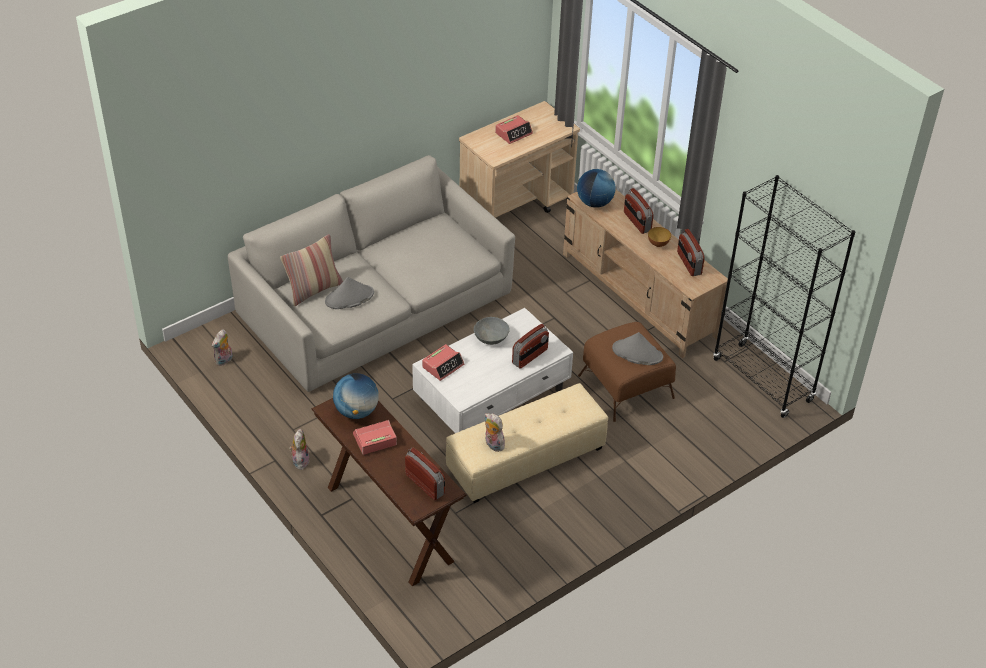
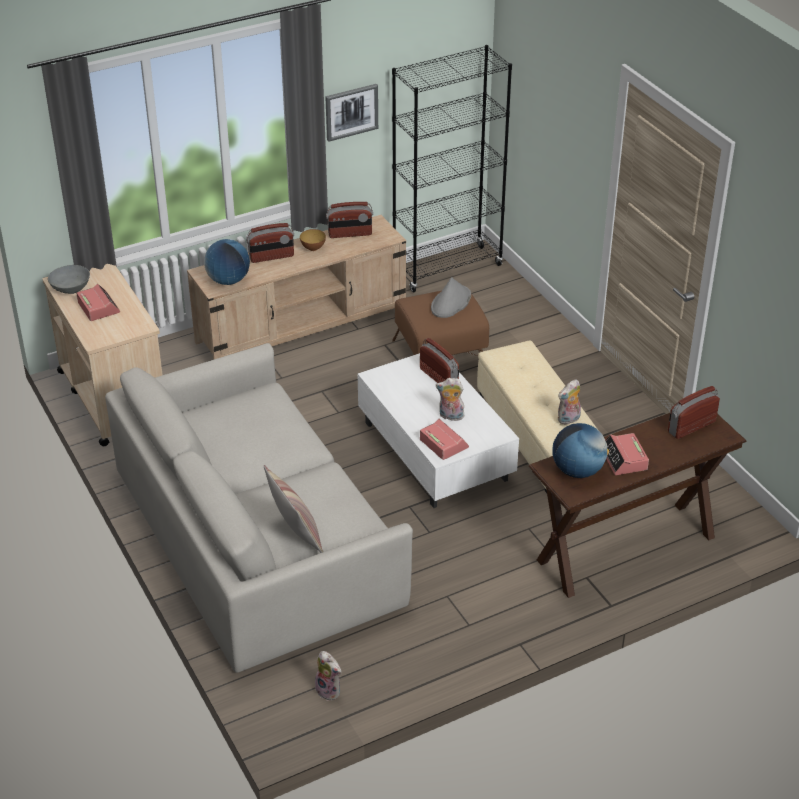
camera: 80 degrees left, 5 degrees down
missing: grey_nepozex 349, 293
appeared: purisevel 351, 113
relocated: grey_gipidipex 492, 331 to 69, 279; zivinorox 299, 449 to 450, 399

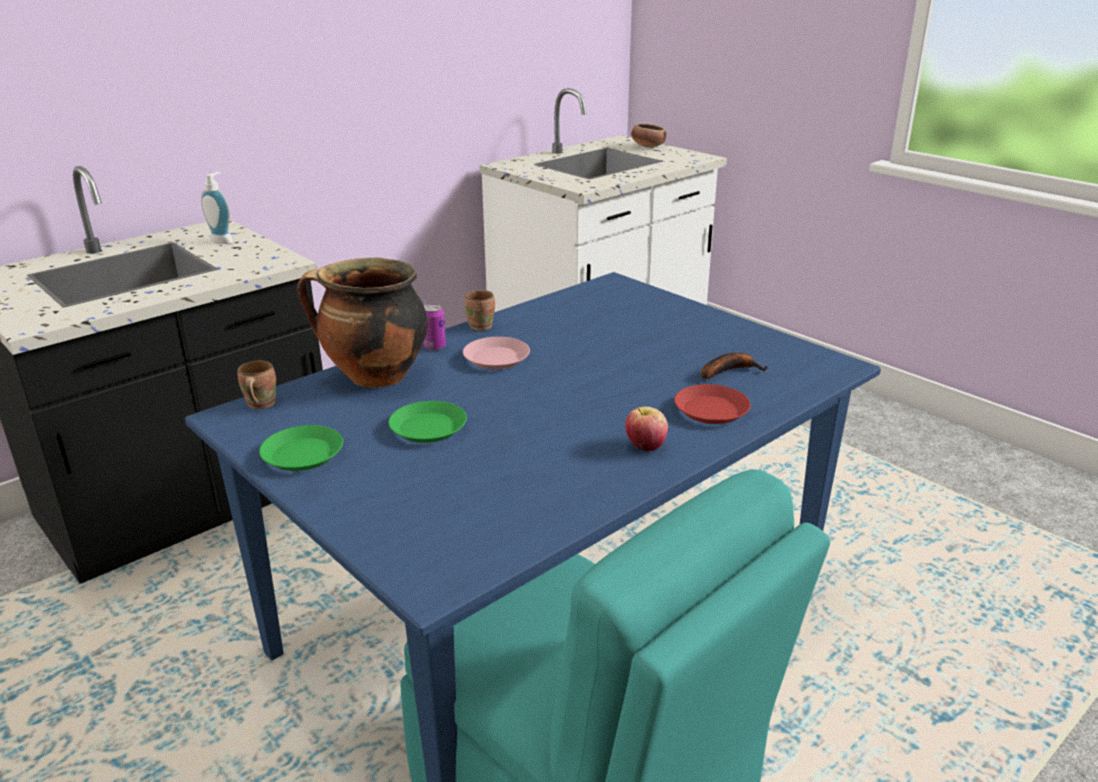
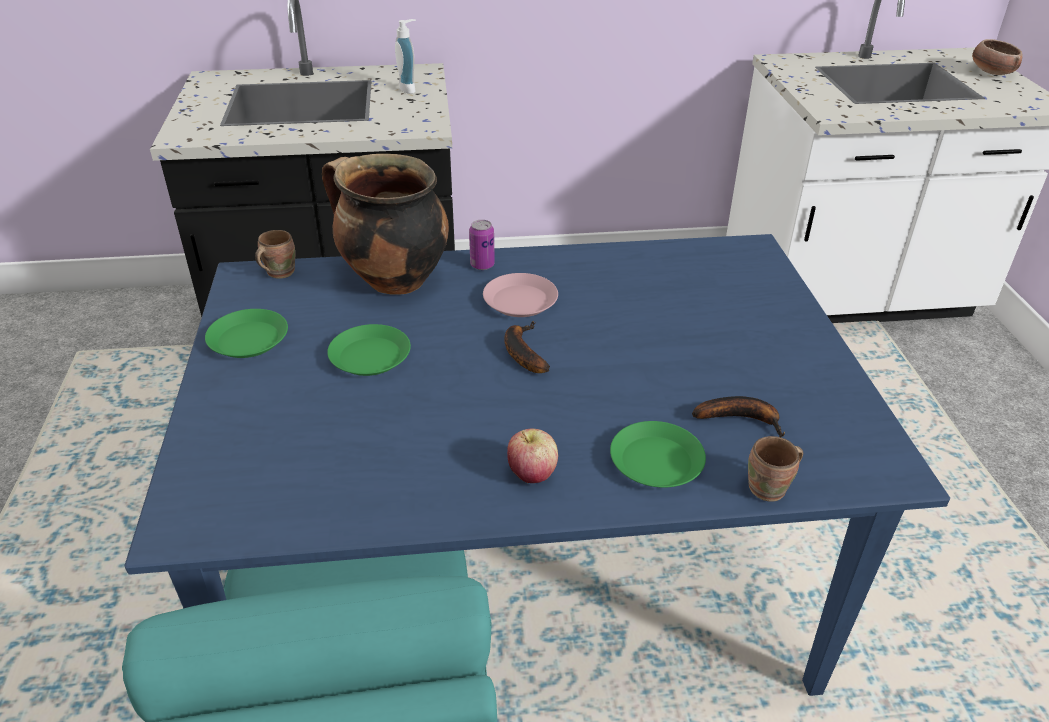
camera: 35 degrees right, 10 degrees up
appeared: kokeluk 527, 347
relocated: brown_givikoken 480, 310 to 775, 469
colour: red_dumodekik 712, 404 to green_dumodekik 658, 454

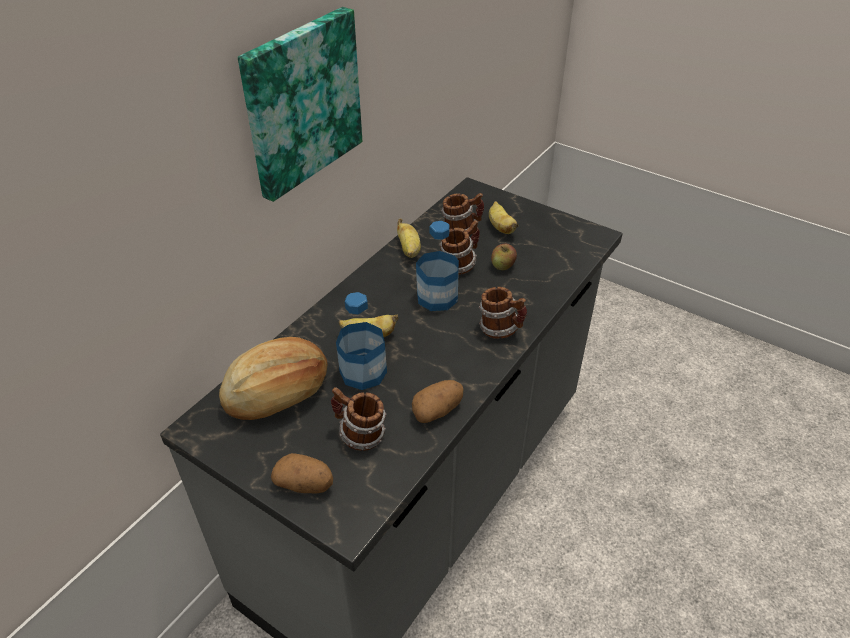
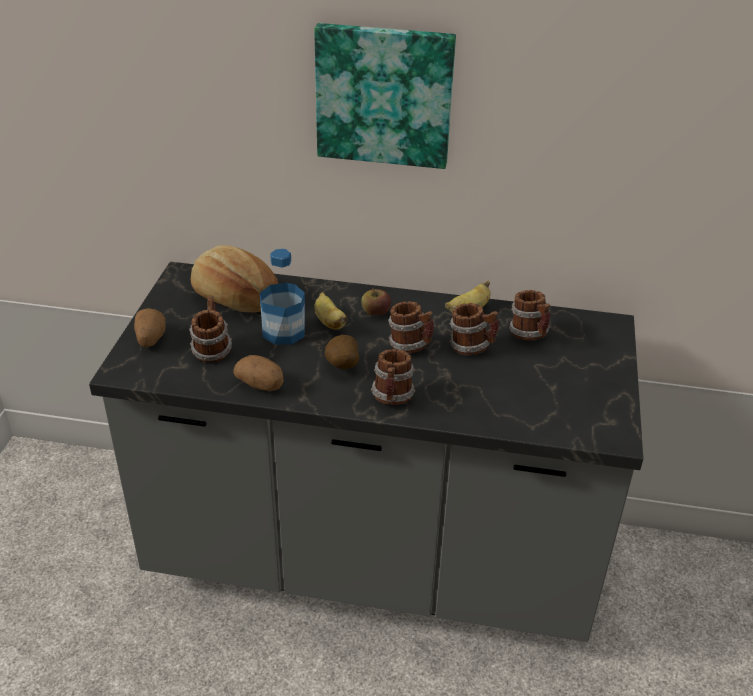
camera: 65 degrees right, 5 degrees down
missing: kokeluk 504, 217
appeared: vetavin 342, 352
relocated: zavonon 504, 256 to 376, 302
exchanged: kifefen 437, 266 to givikoken 411, 327

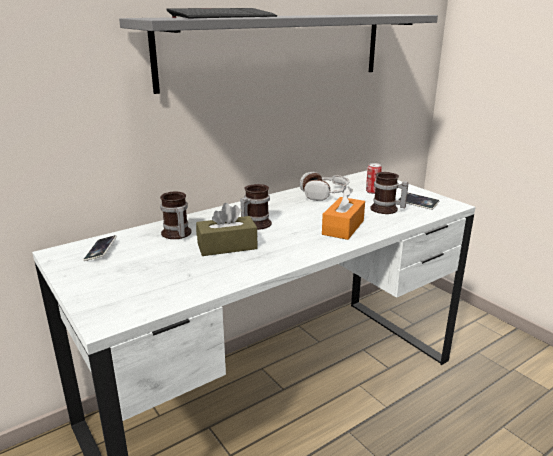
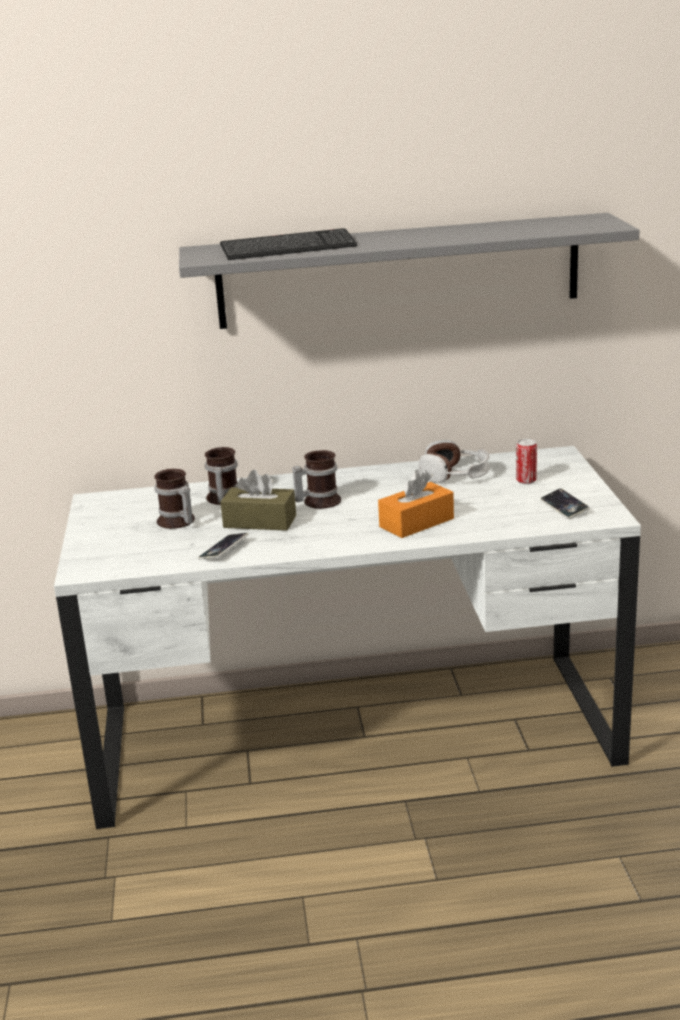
camera: 30 degrees right, 0 degrees up
relocated: givikoken 389, 193 to 174, 499; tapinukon 100, 248 to 223, 546

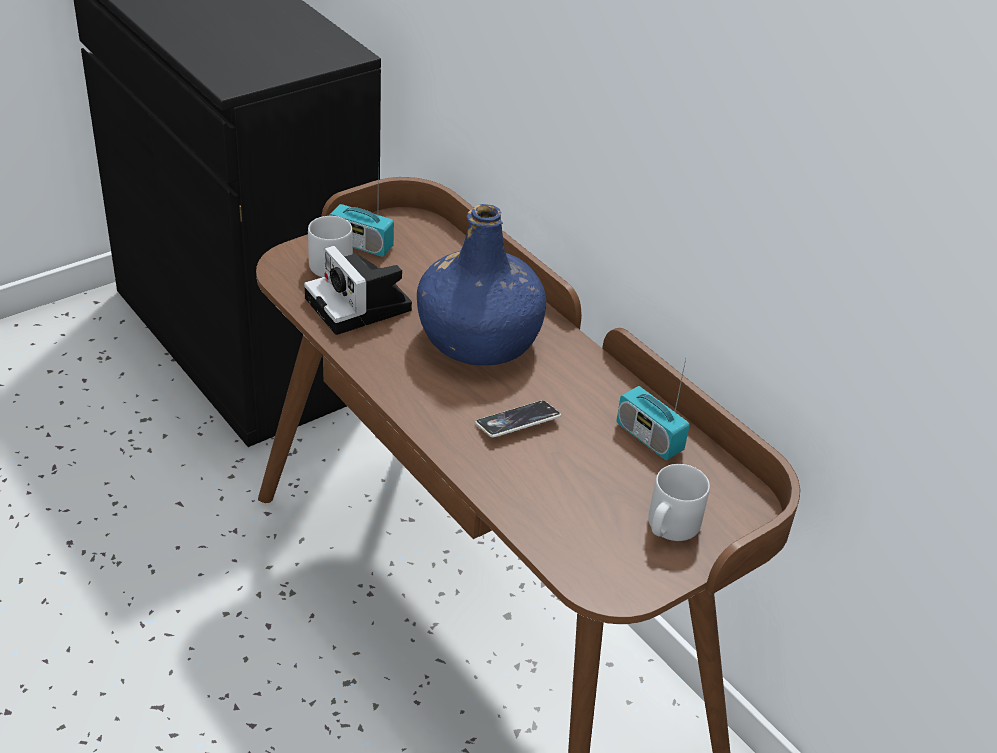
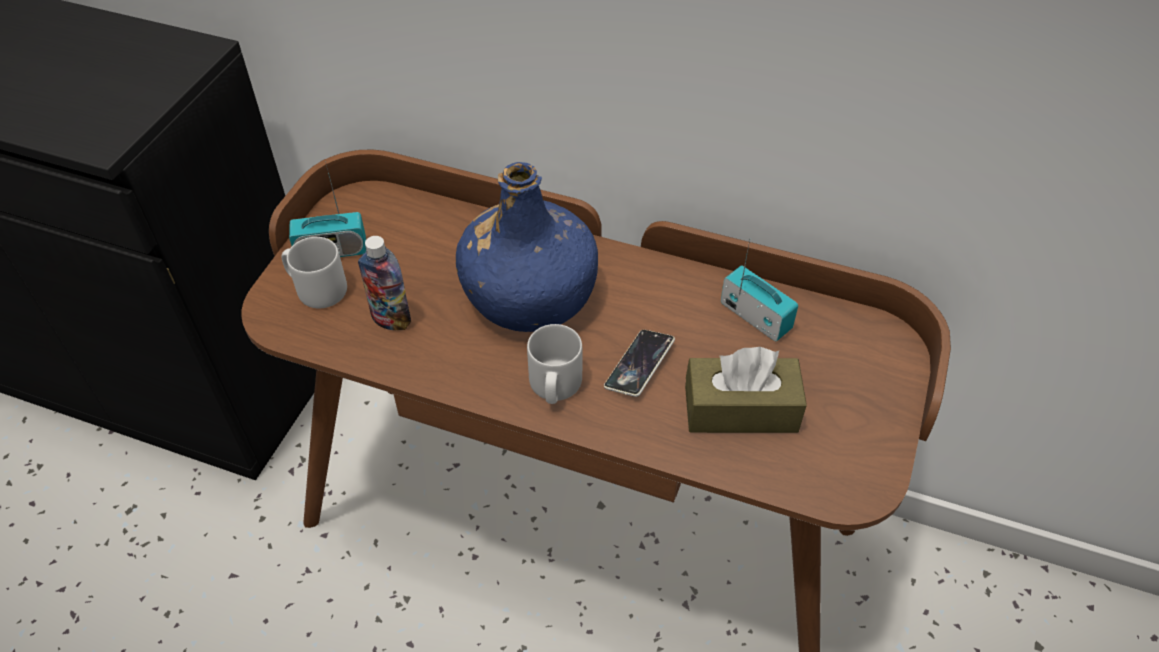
camera: 30 degrees left, 10 degrees up
appeared: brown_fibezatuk 746, 390
relocated: grey_givikoken 679, 502 to 554, 364
exchanged: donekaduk 358, 290 to kifefen 384, 283
spun: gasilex 653, 409 = 759, 290 150 degrees counterclockwise

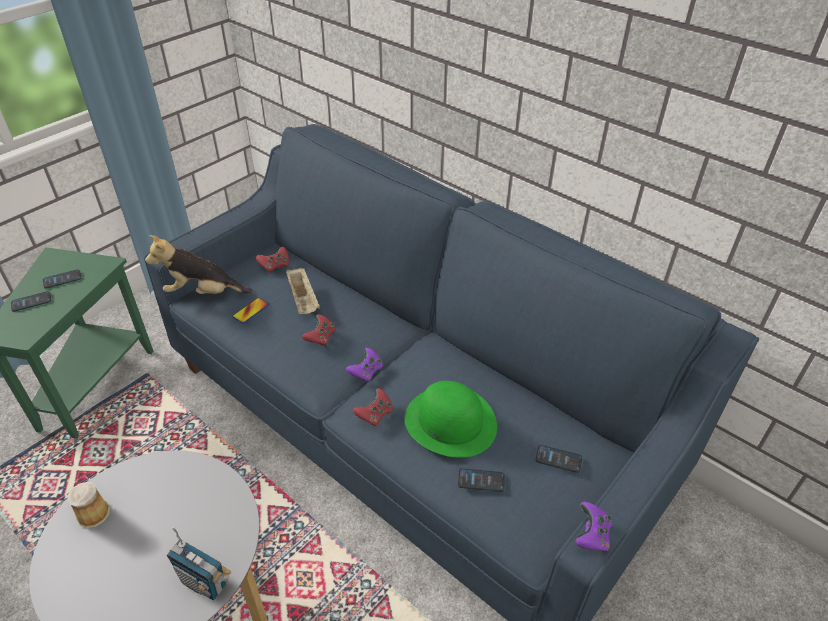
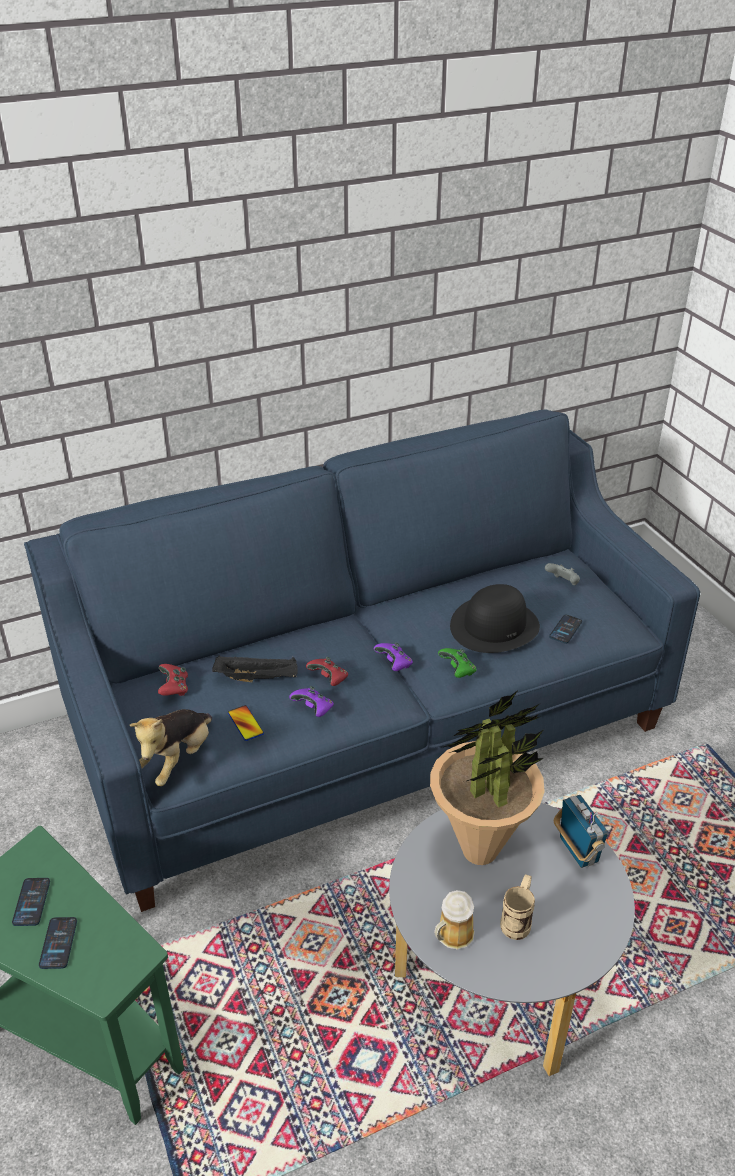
camera: 65 degrees left, 5 degrees down
appeared: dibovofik 487, 777; beige_givikoken 517, 907
relocated: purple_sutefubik 593, 526 to 311, 701
exchanged: tapinukon 558, 459 to grey_sutefubik 562, 574
colour: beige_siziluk 303, 290 to black_siziluk 255, 668; red_sutefubik 373, 407 to green_sutefubik 457, 663; green_nepozex 451, 419 to black_nepozex 495, 618
spun: gasilex 199, 563 = 581, 831 75 degrees counterclockwise

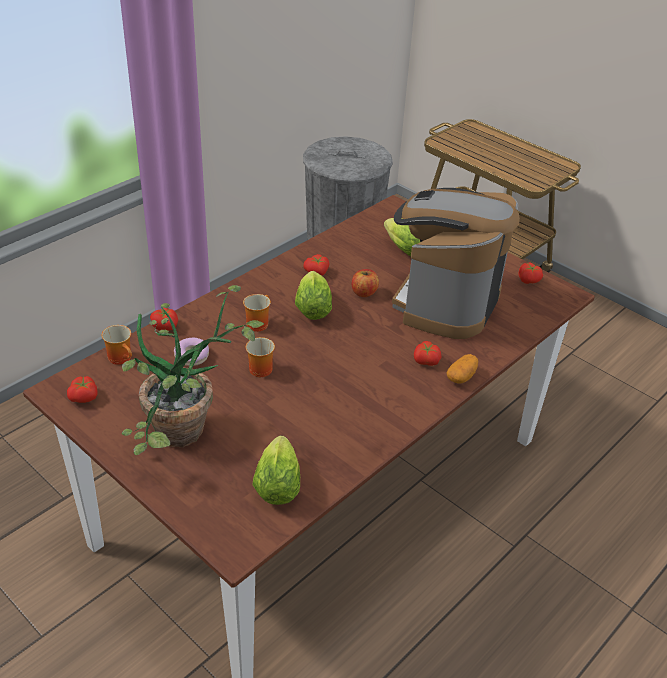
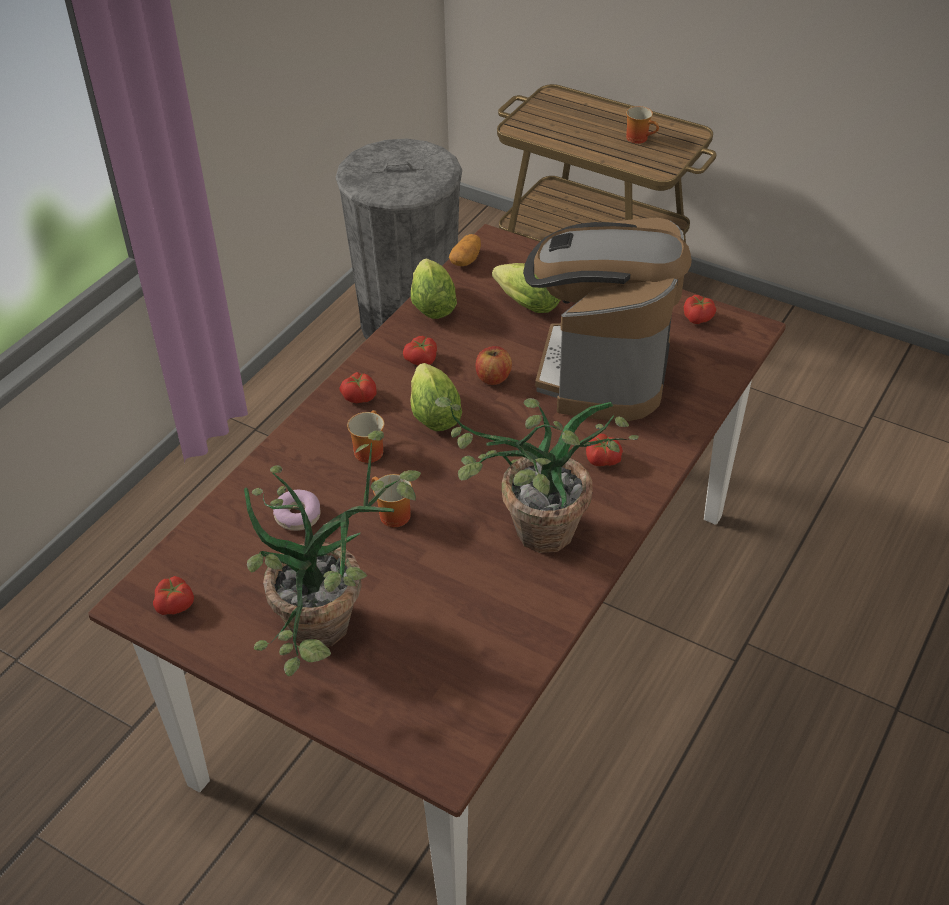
camera: 10 degrees left, 5 degrees up
appeared: dibovofik 537, 475
relocated: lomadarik 164, 319 to 358, 387; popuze 276, 470 to 434, 289; vetavin 462, 368 to 465, 250; givikoken 117, 345 to 642, 125

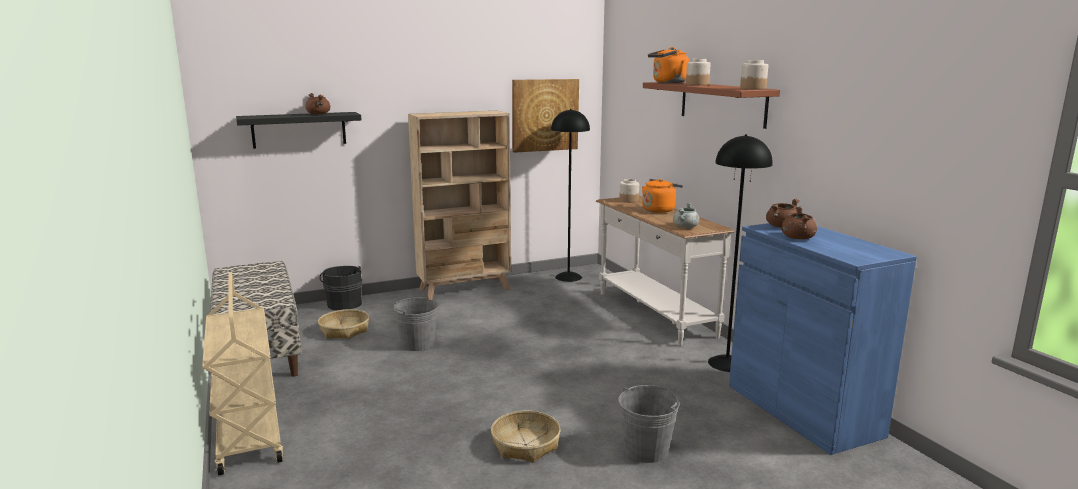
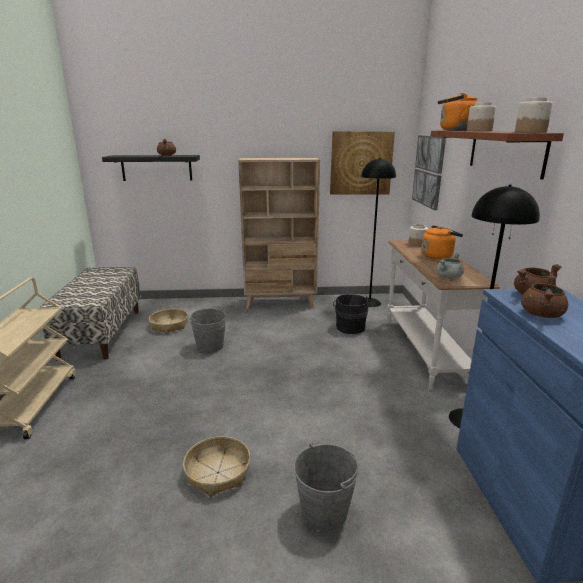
camera: 20 degrees right, 5 degrees up
appeared: purisevel 429, 172
relocated: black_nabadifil 341, 288 to 350, 314

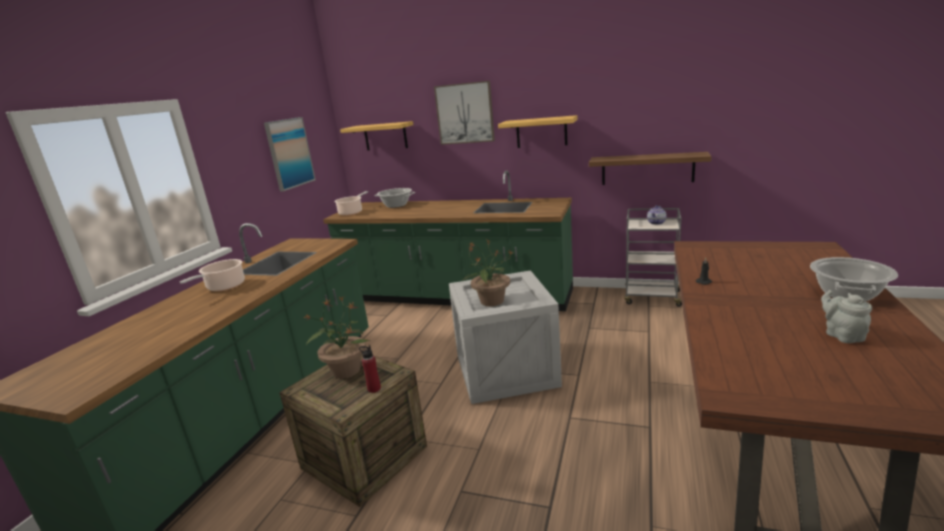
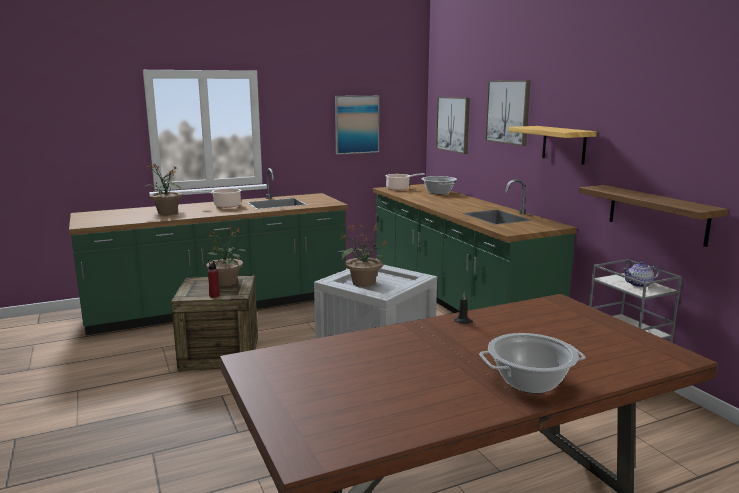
camera: 45 degrees right, 5 degrees down
missing: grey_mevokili 846, 316
appeared: dibovofik 163, 189
exchanged: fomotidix 376, 135 to purisevel 453, 125

